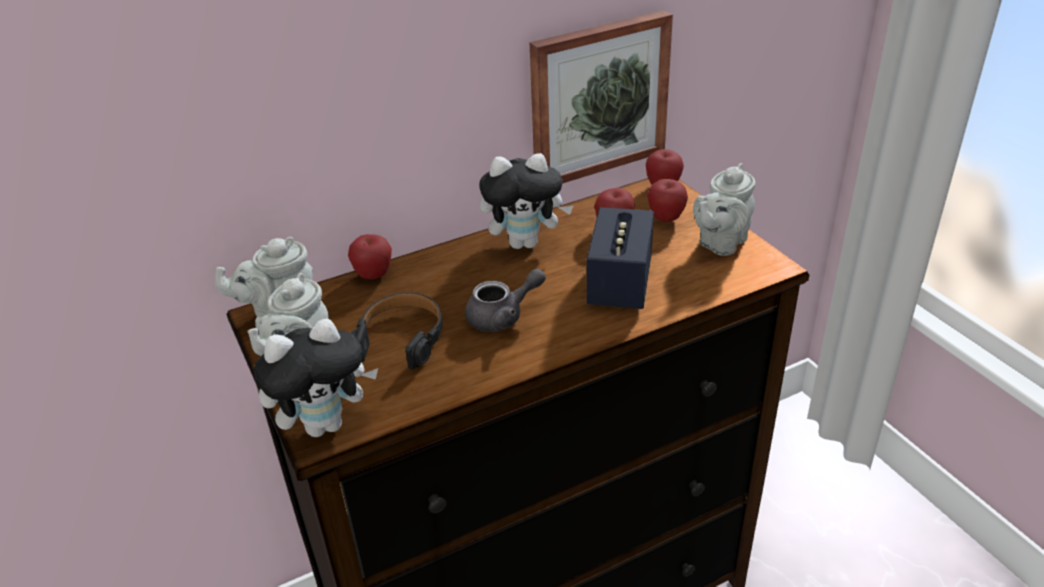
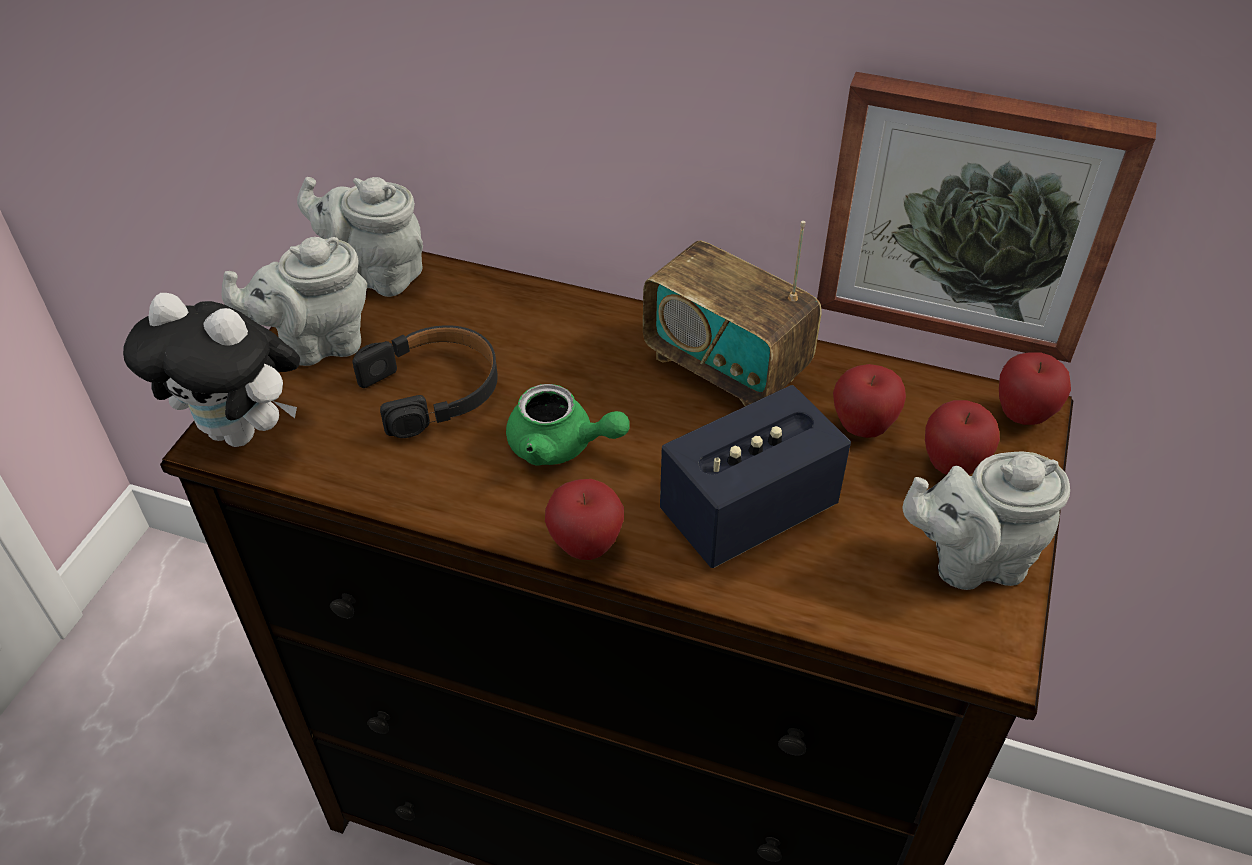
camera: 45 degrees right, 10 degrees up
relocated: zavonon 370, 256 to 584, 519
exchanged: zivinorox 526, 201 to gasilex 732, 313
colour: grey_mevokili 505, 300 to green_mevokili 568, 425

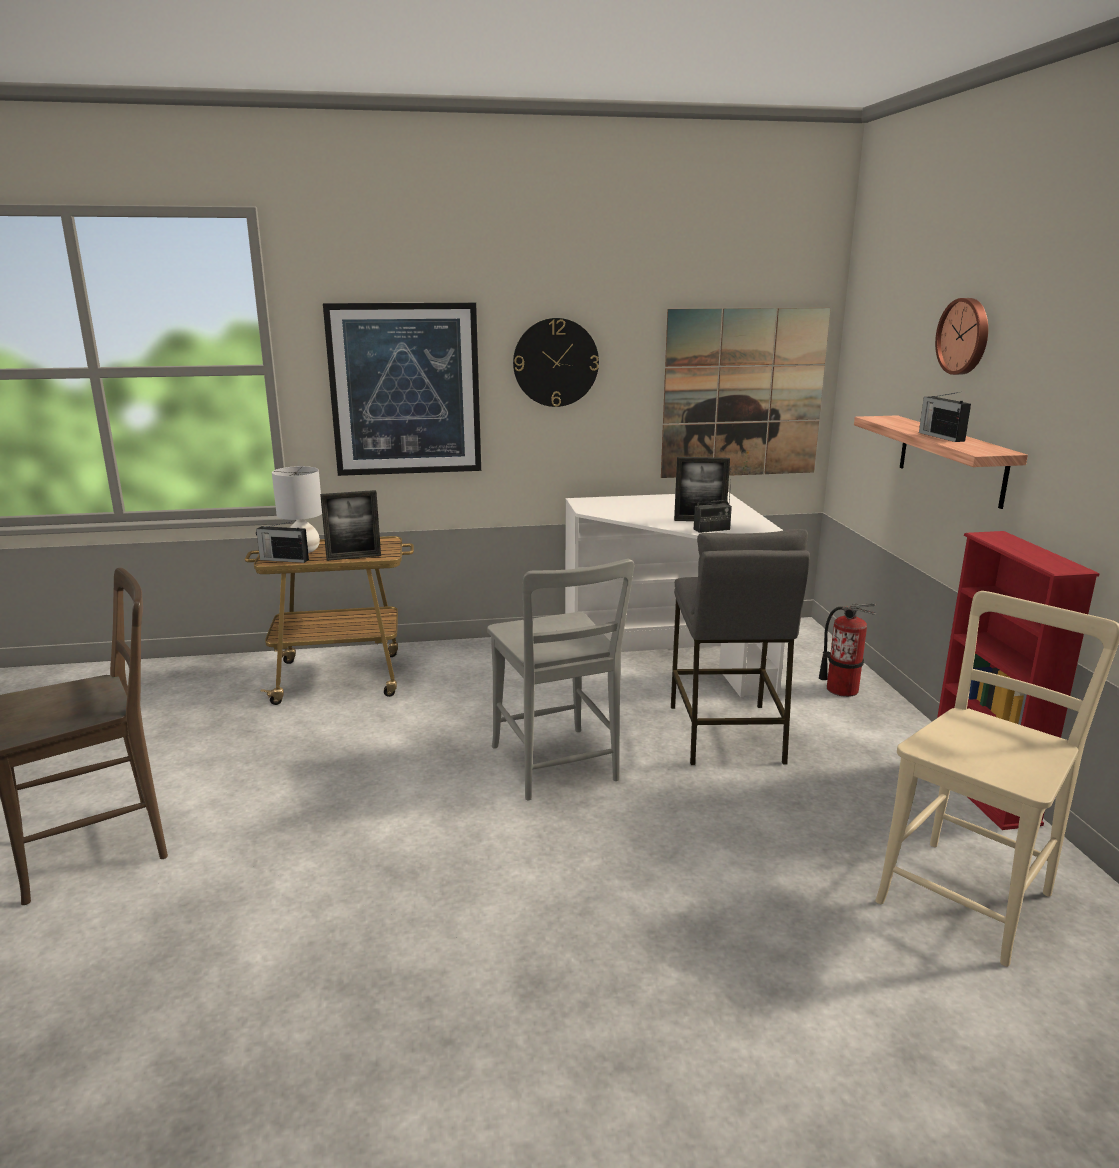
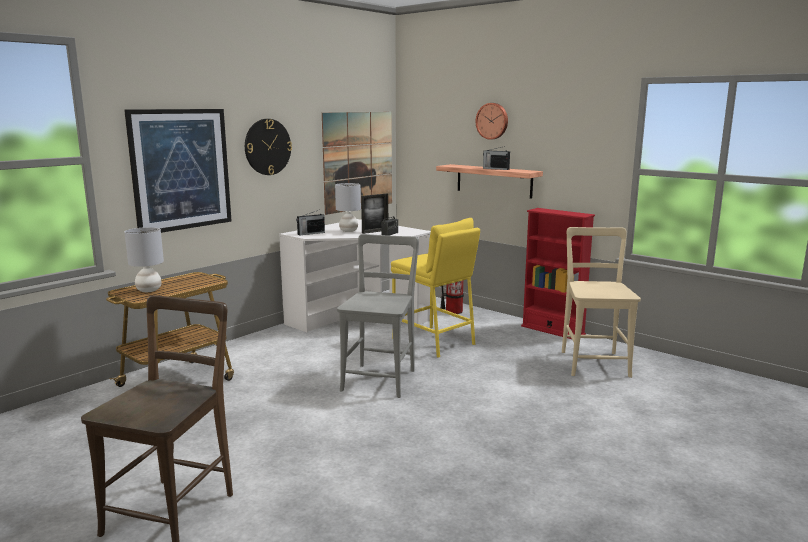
camera: 40 degrees left, 5 degrees down
missing: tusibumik 350, 525
appeared: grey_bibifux 348, 207
relocated: gasilex 282, 542 to 310, 222
colour: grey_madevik 740, 647 to yellow_madevik 435, 288
spun: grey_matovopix 560, 679 = 378, 316 105 degrees counterclockwise

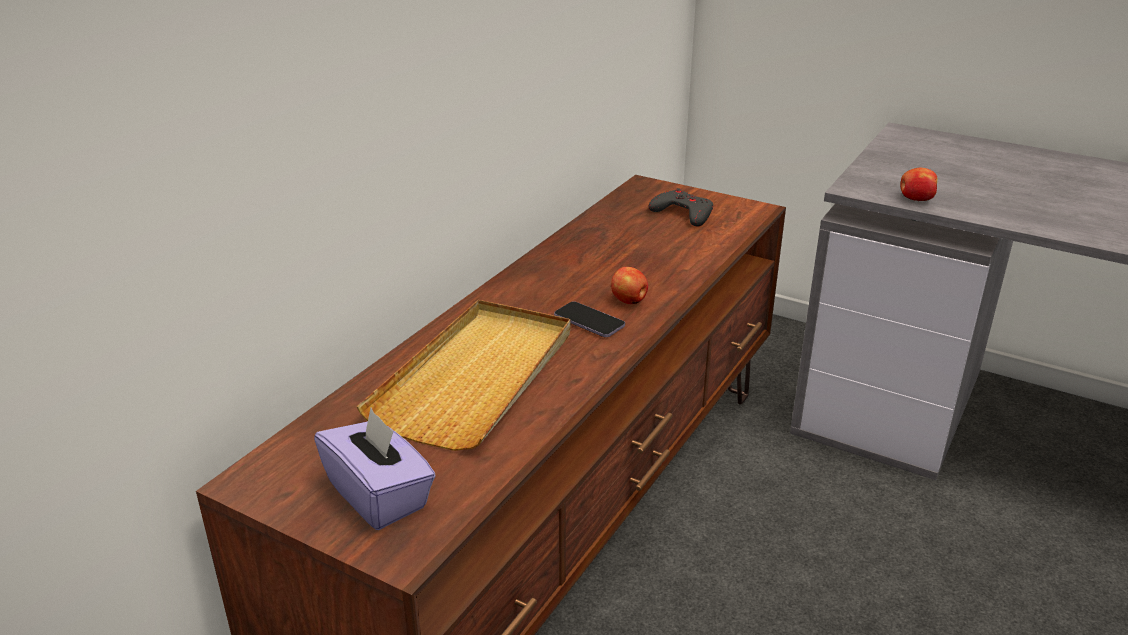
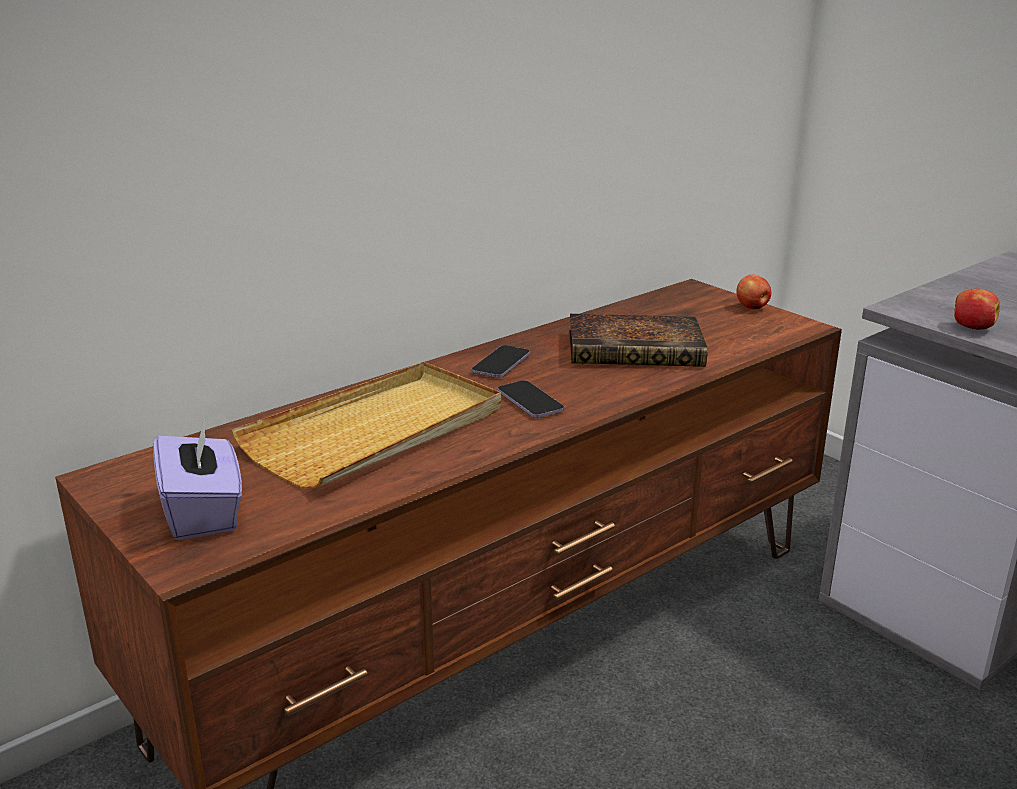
camera: 20 degrees right, 5 degrees down
missing: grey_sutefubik 681, 207
appeared: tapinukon 501, 361; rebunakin 638, 340
relocated: zavonon 629, 285 to 753, 292

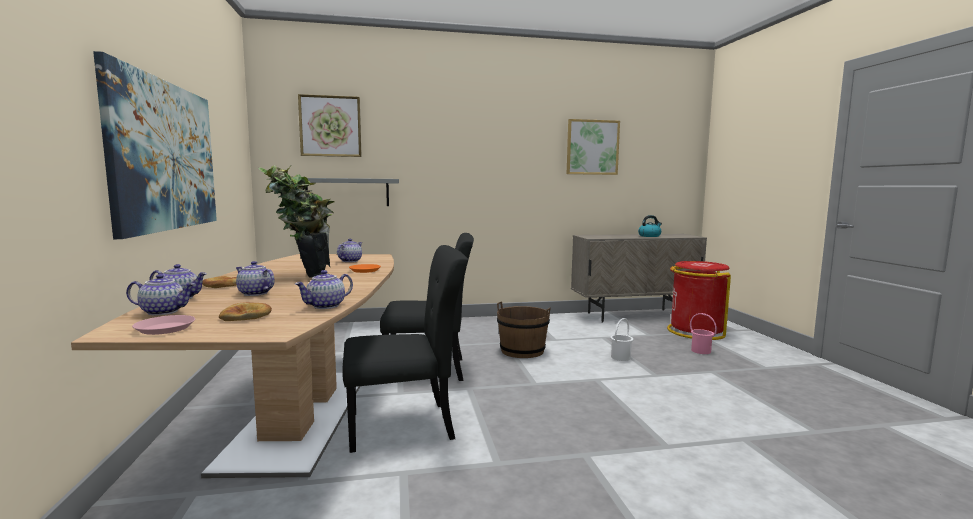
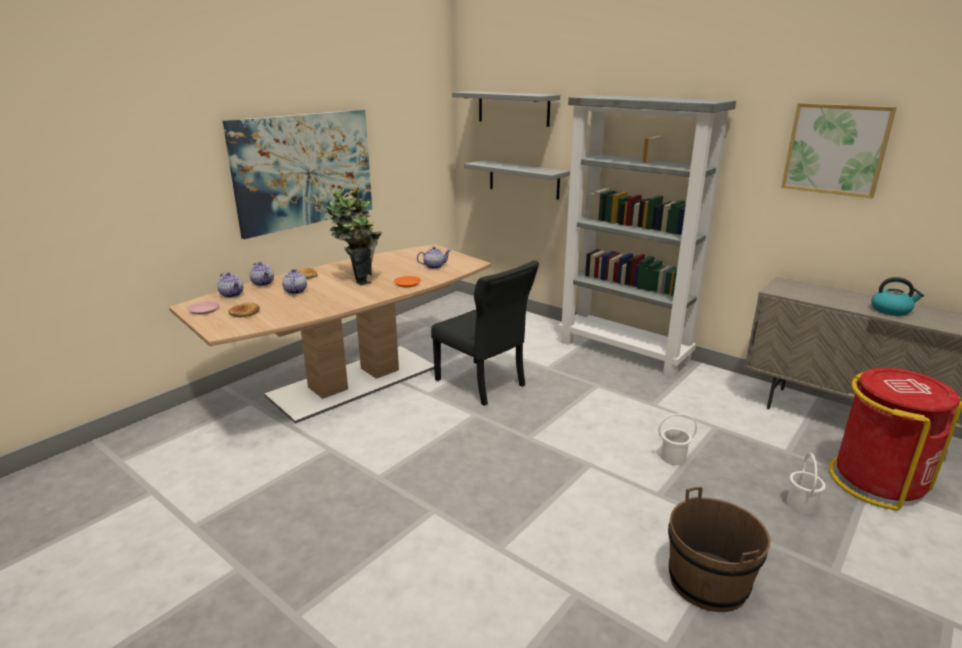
camera: 50 degrees right, 15 degrees up
missing: mevokili 324, 289; black_matovopix 405, 349
appeared: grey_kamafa 647, 236
relocated: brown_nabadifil 524, 329 to 719, 549
exchanged: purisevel 330, 125 to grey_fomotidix 506, 109
colour: pink_nabadifil 703, 333 to white_nabadifil 806, 483

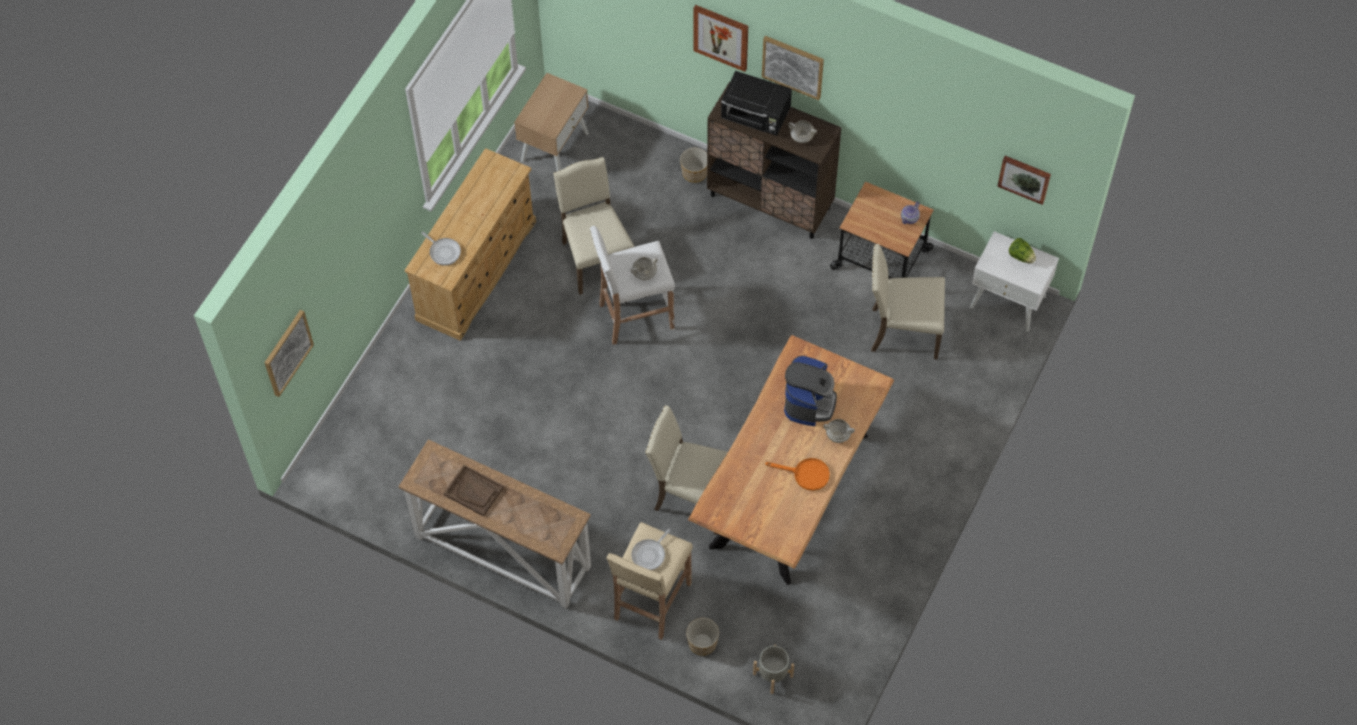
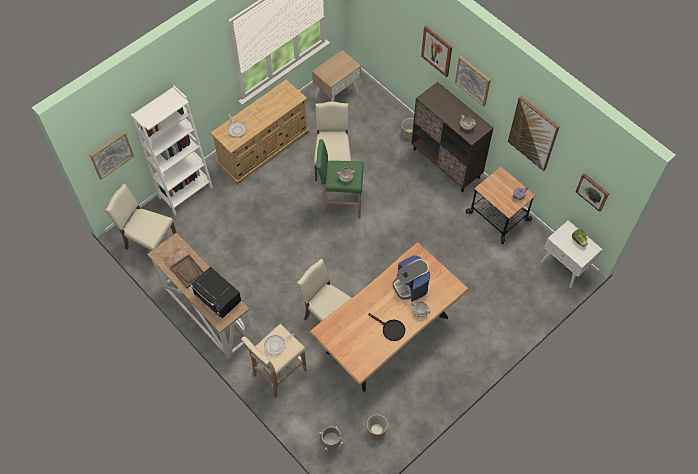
camera: 20 degrees right, 0 degrees up
appeared: white_kamafa 172, 150; purisevel 533, 133
relocated: beige_matovopix 908, 301 to 140, 217; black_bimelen 756, 103 to 215, 292; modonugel 702, 637 to 377, 426
colour: white_madevik 632, 285 to green_madevik 340, 178; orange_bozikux 797, 474 to black_bozikux 387, 327
spun: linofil 810, 391 = 411, 278 120 degrees clockwise

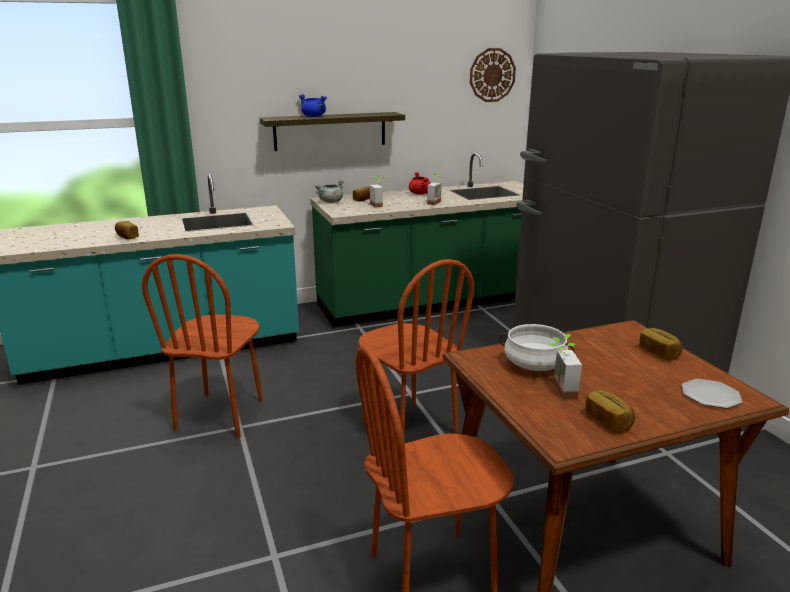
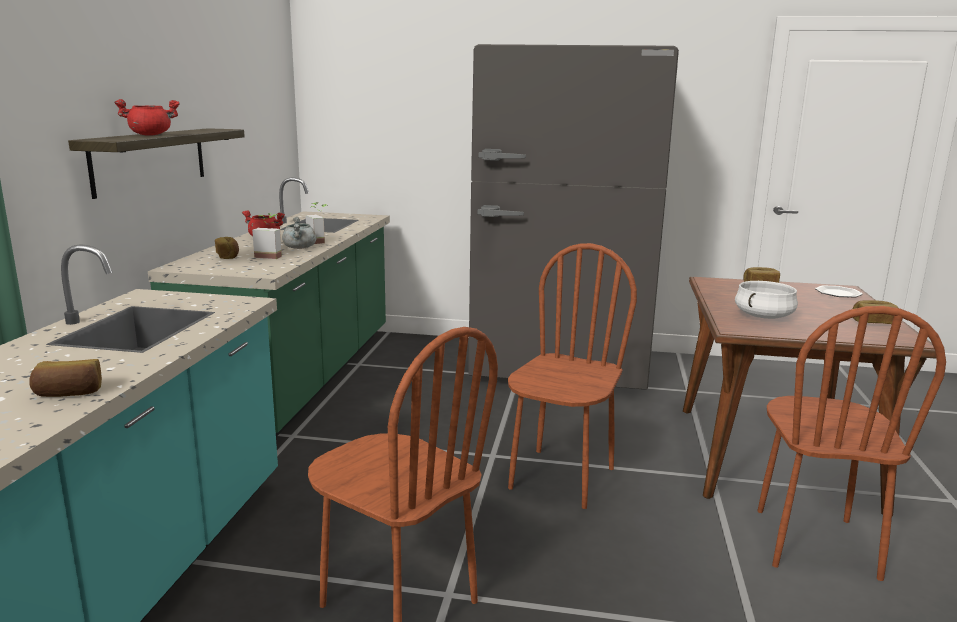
camera: 60 degrees left, 5 degrees down
missing: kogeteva 493, 75; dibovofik 566, 366
relocated: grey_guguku 329, 191 to 299, 233
colour: blue_guguku 312, 105 to red_guguku 147, 117
spun: brown_matovopix 416, 348 = 572, 376 60 degrees counterclockwise

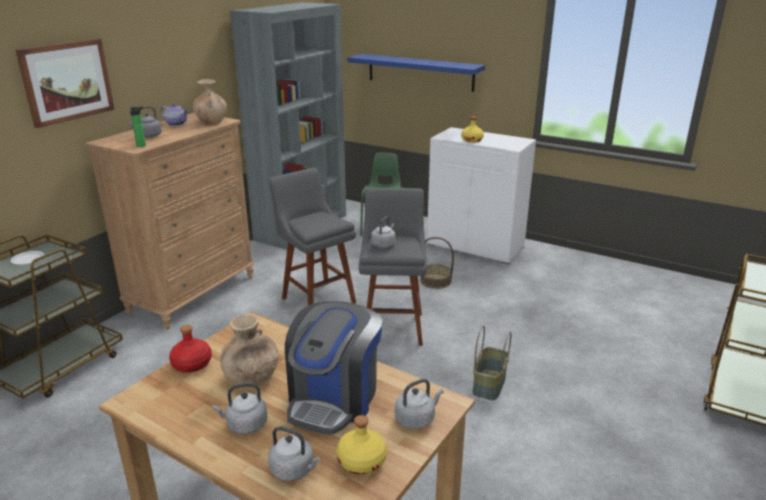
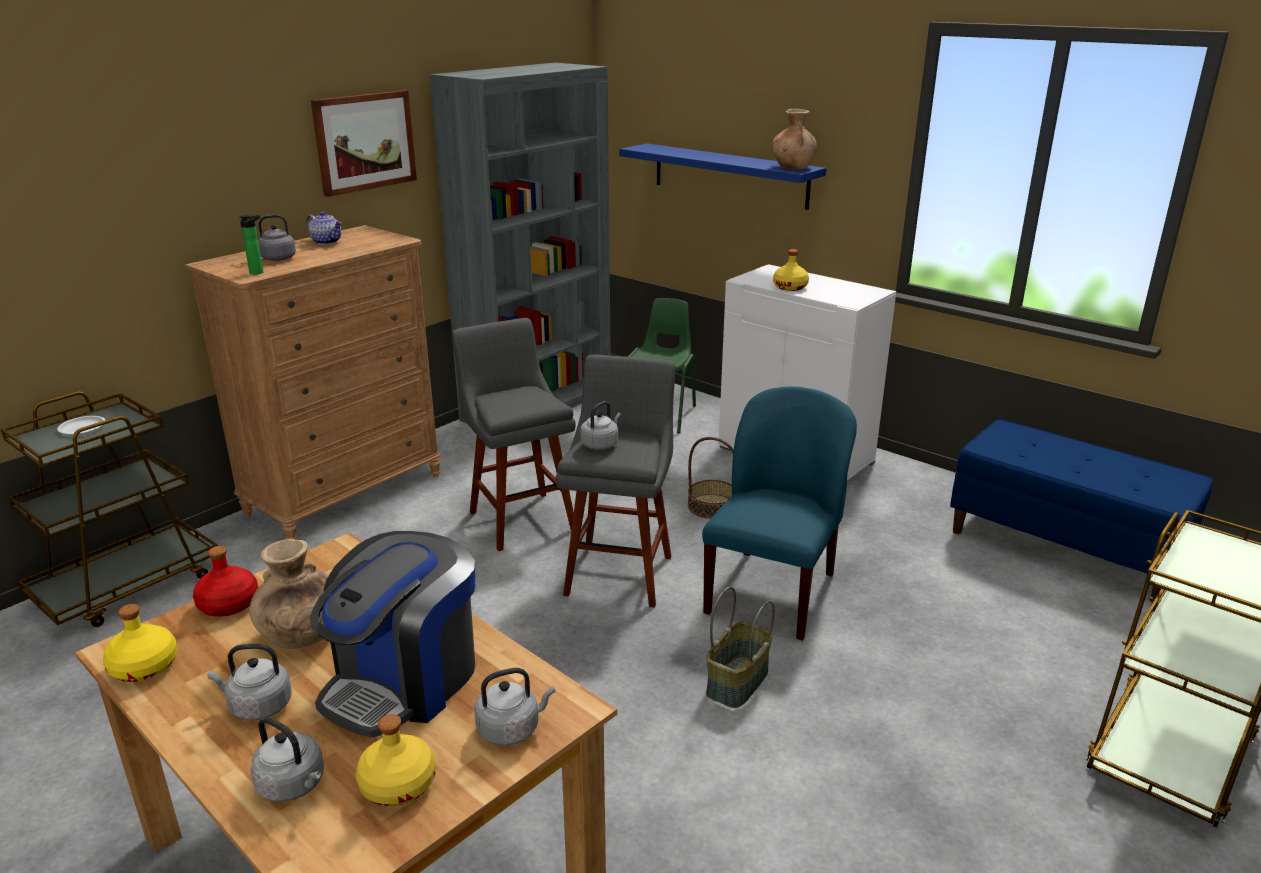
camera: 10 degrees right, 0 degrees up
appeared: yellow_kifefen 140, 643; blue_matovopix 779, 513; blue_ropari 1081, 511
relocated: purisevel 65, 83 to 364, 143; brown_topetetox 210, 101 to 795, 139

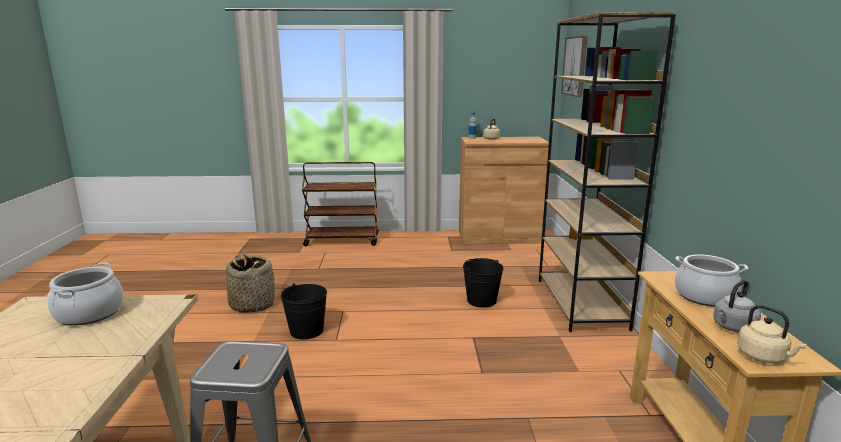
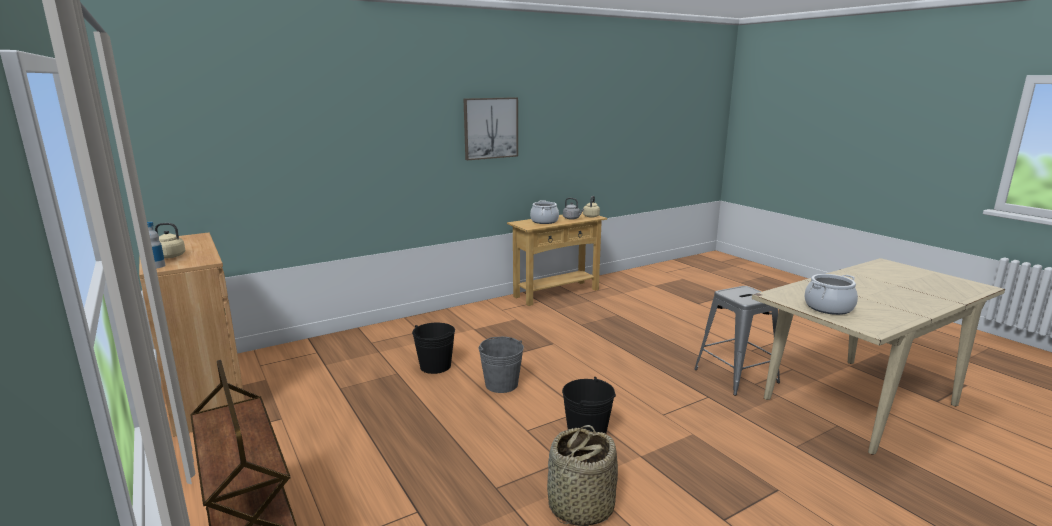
camera: 120 degrees left, 0 degrees up
missing: brown_kamafa 607, 172
appeared: grey_nabadifil 501, 365
relocated: purisevel 574, 66 to 490, 128

